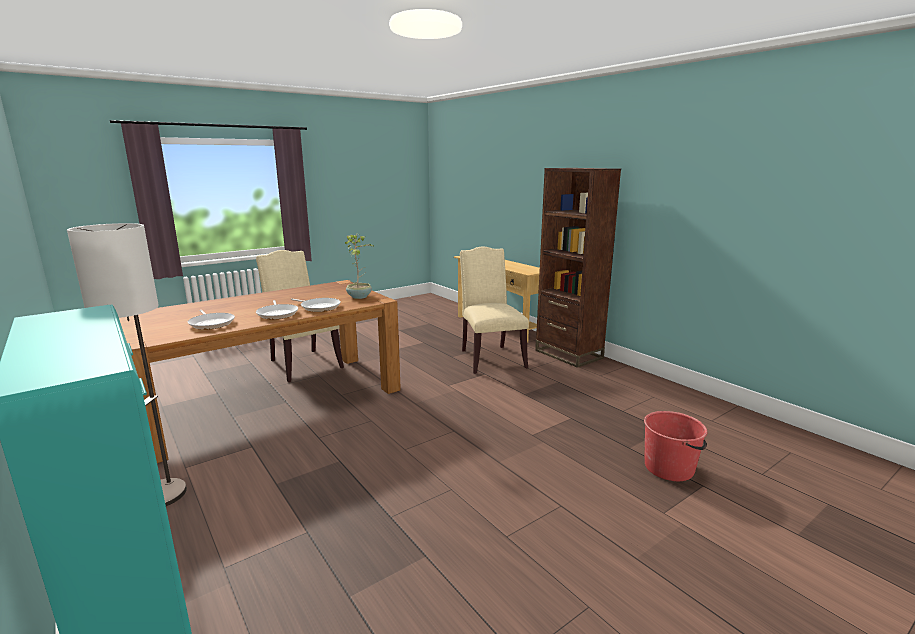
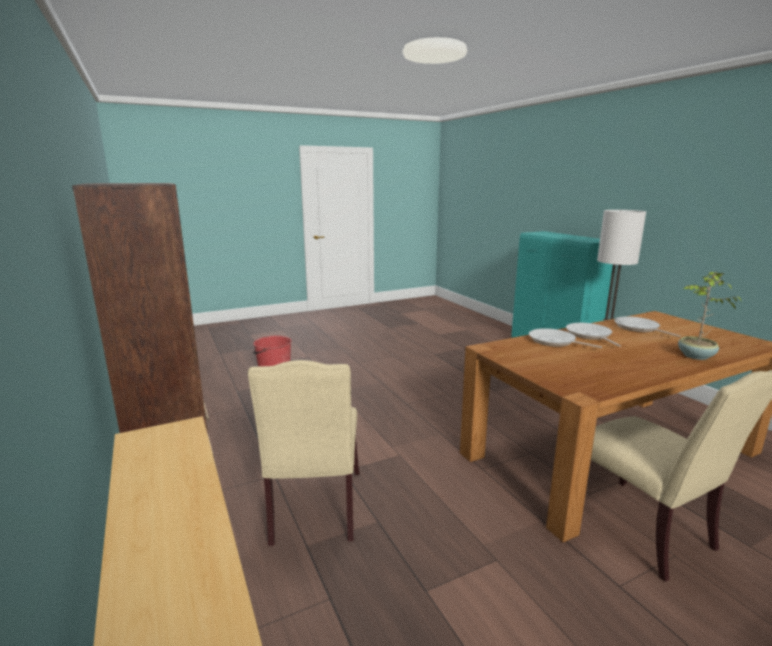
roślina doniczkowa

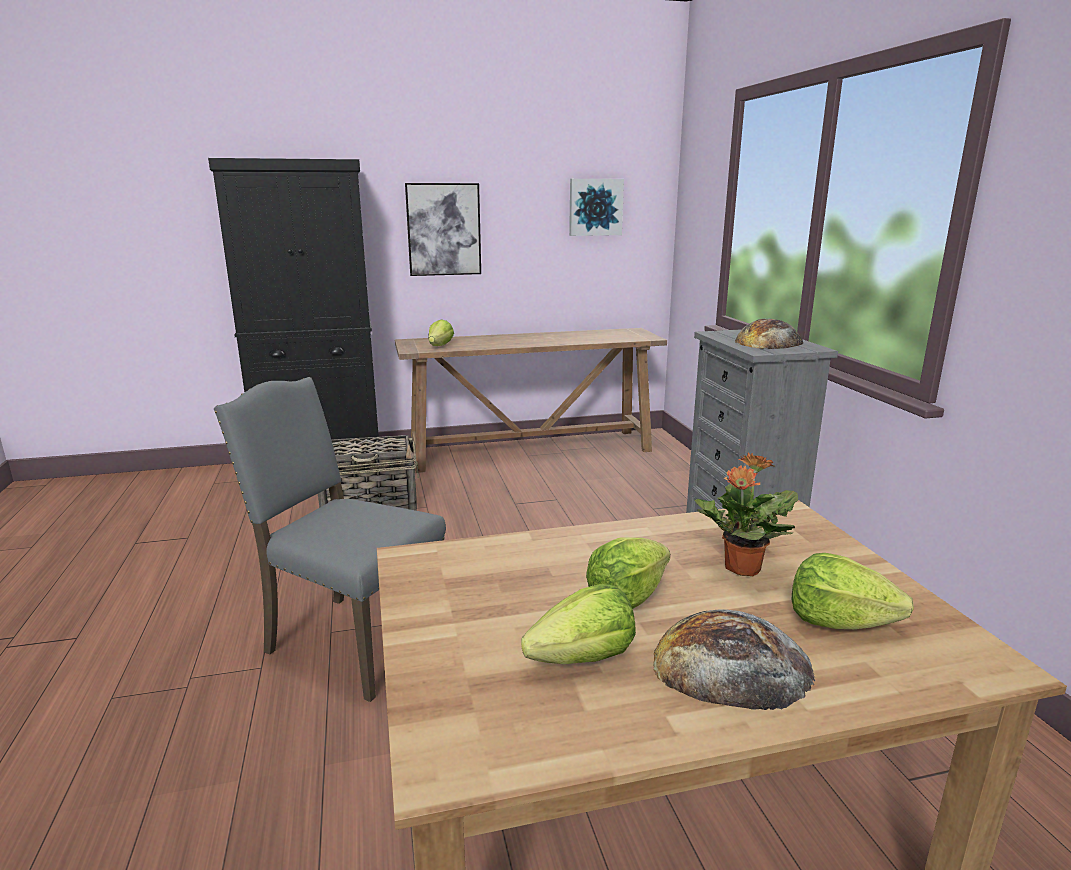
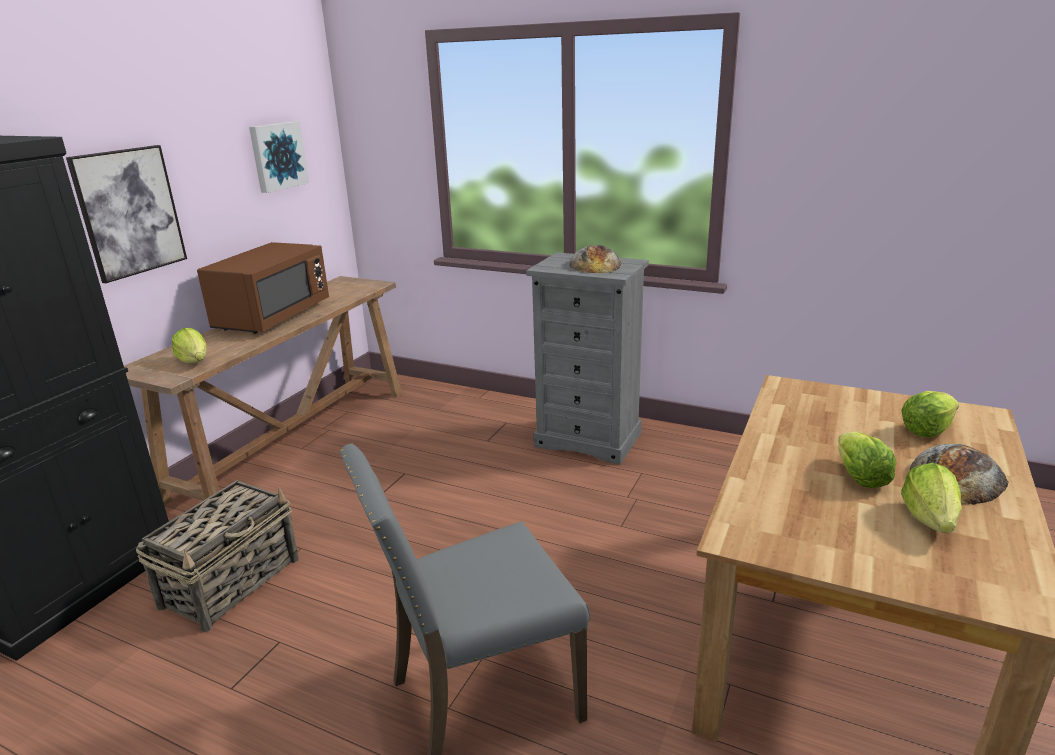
roślina doniczkowa
mikrofalówka [brązowy]

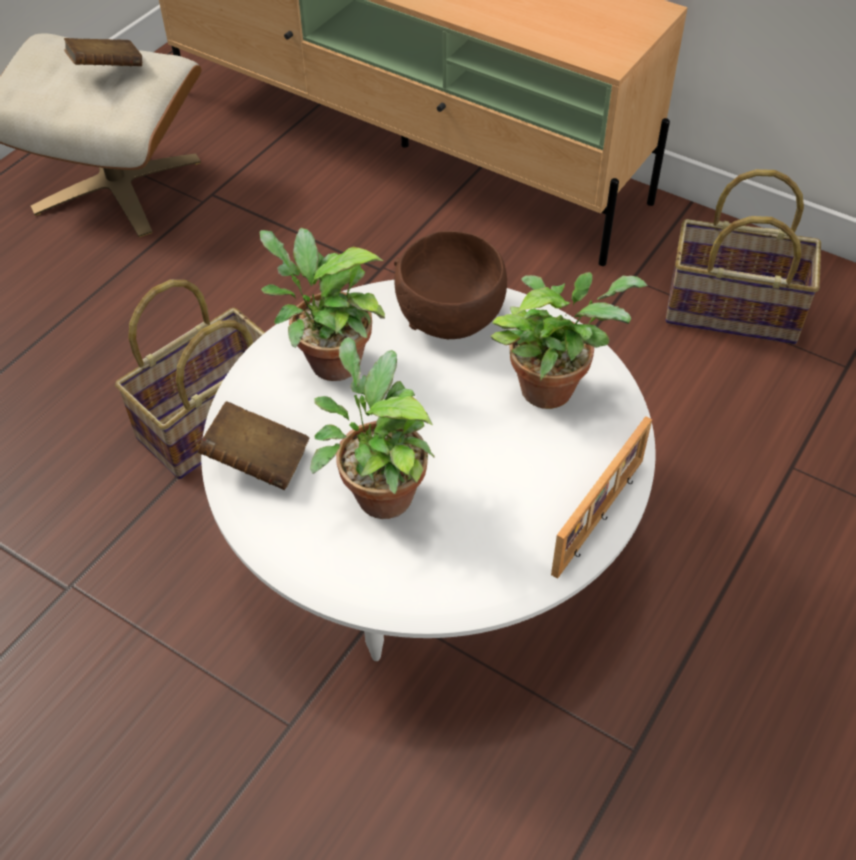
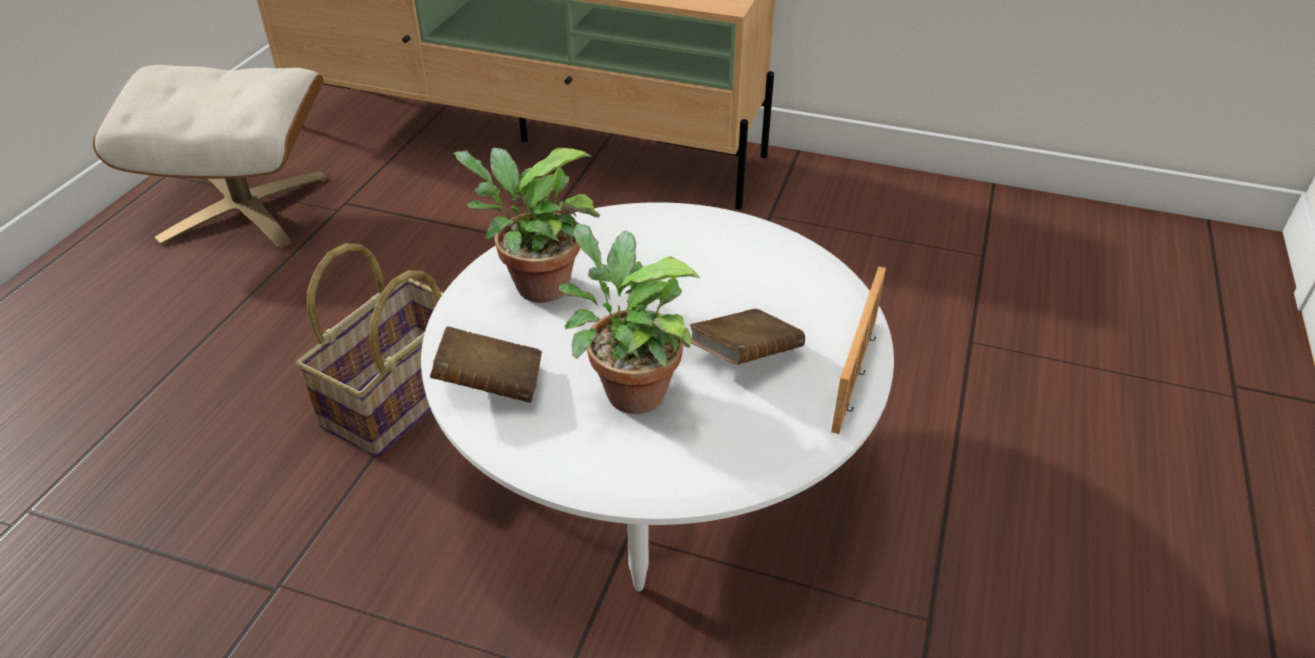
książka [brązowy] (no. 2 from left)
koszyk (no. 2 from left in the first image)
miska [brązowy]
roślina doniczkowa (no. 3 from left in the first image)

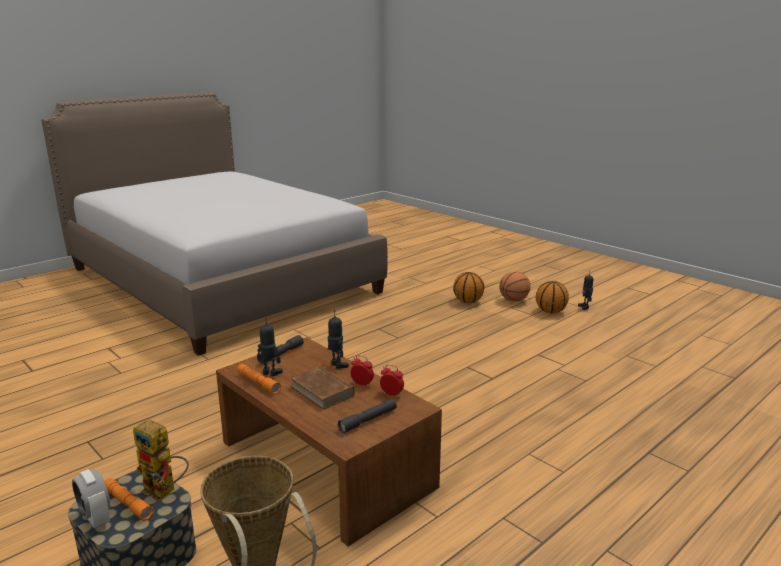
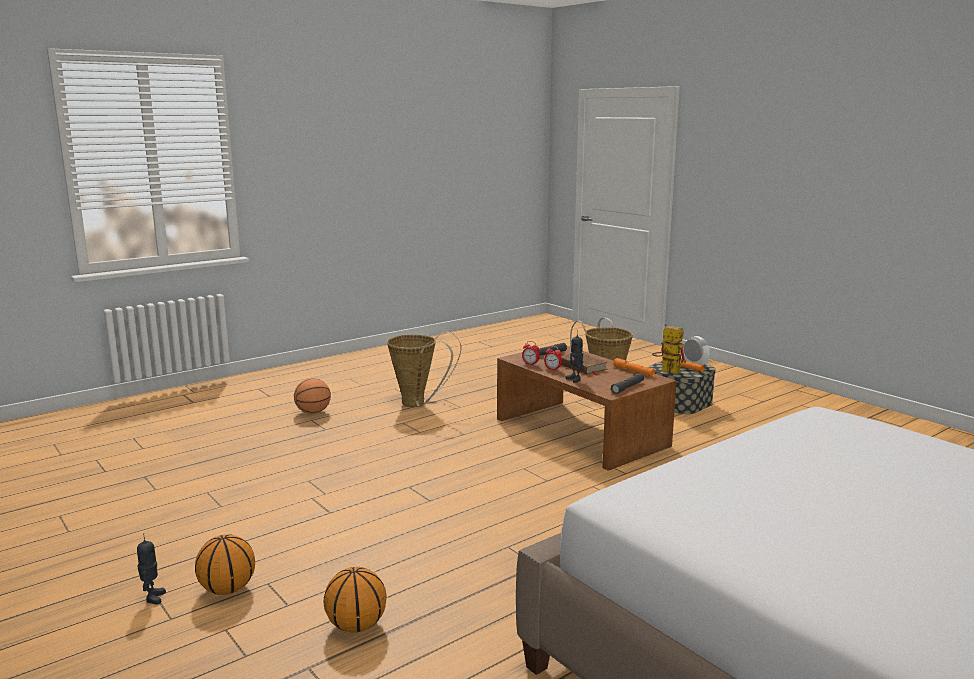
piłka do koszykówki (no. 2 from left)
robot zabawkowy (no. 2 from left in the first image)
koszyk (no. 1 from left)

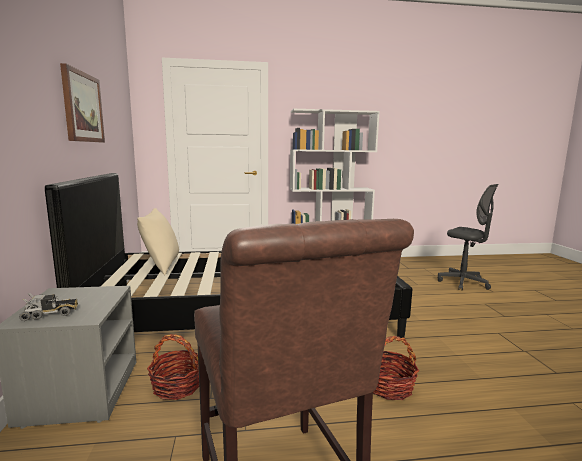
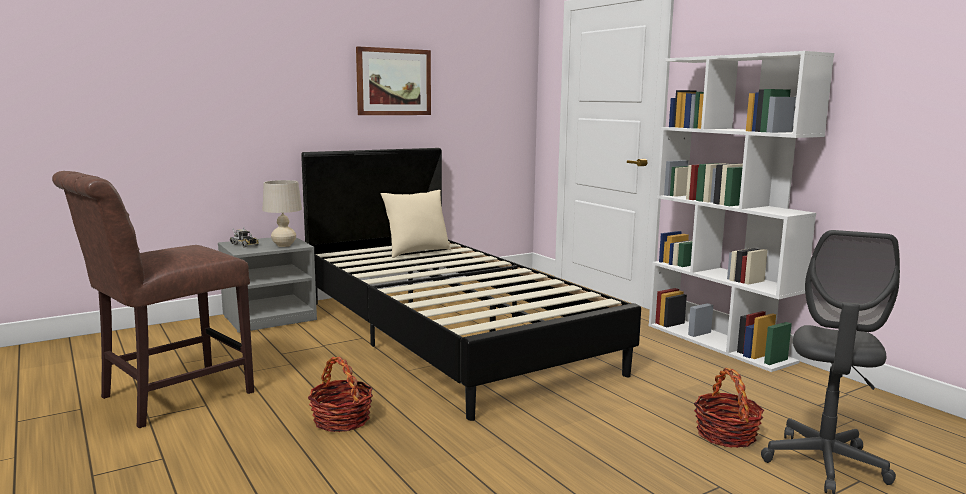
koszyk (no. 2 from left)
lampa stołowa [beżowy]

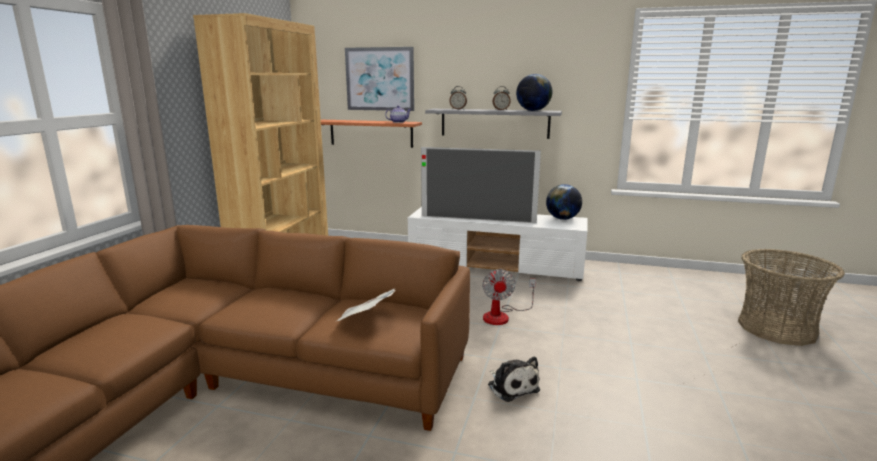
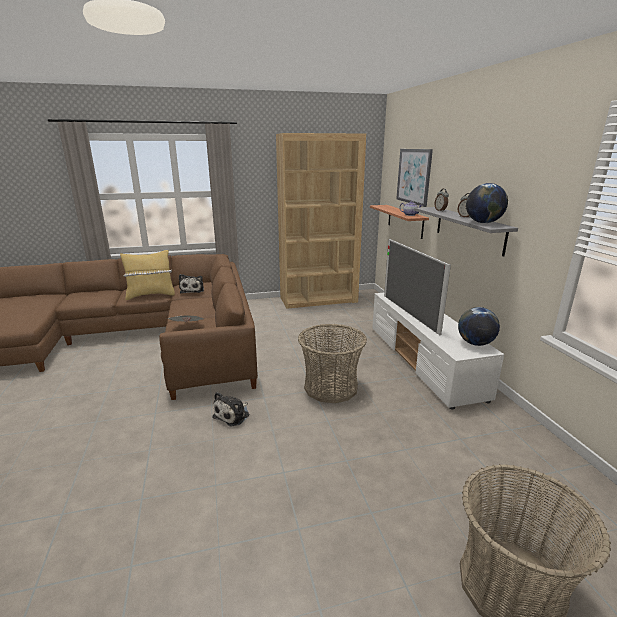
koszyk (no. 1 from left)
poduszka [żółty]
pluszak (no. 1 from left)

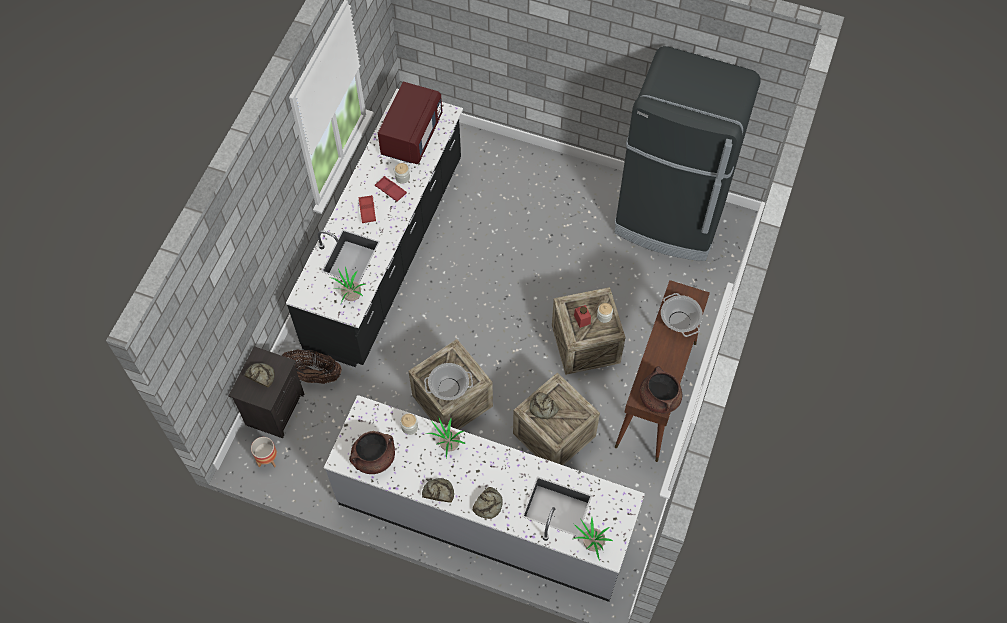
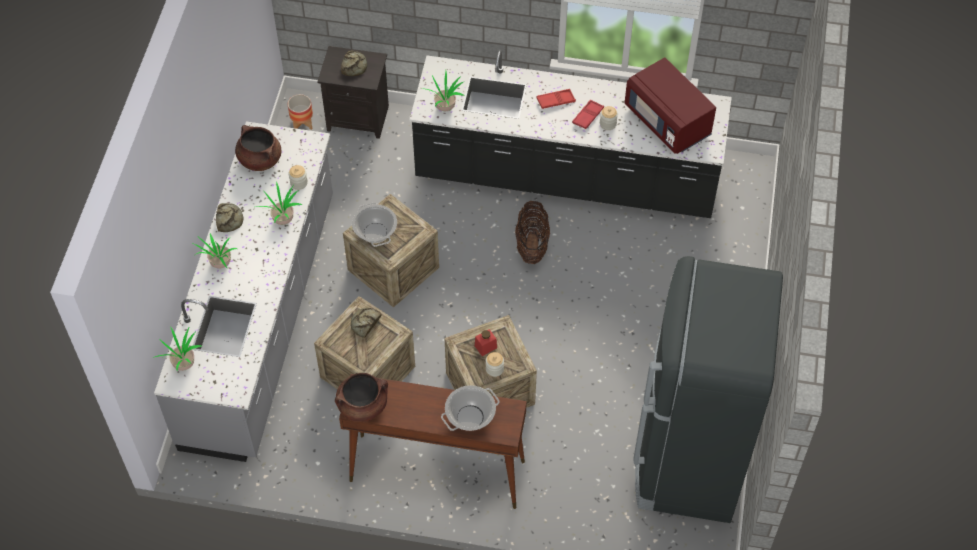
mikrofalówka [czerwony]
koszyk
roślina doniczkowa (no. 2 from left)

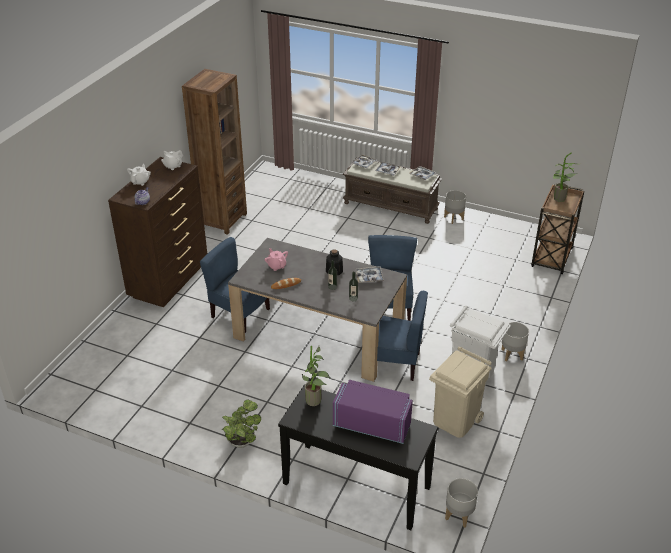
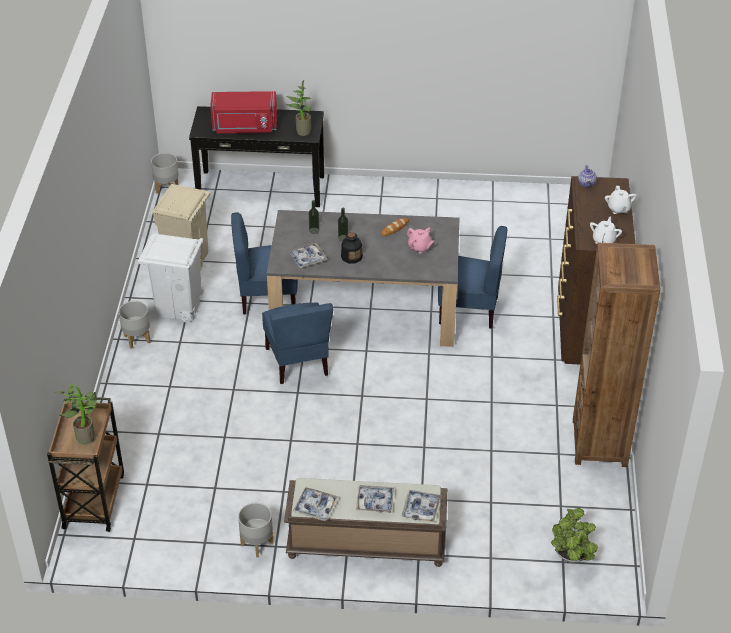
mikrofalówka [czerwony]
roślina doniczkowa (no. 3 from left)

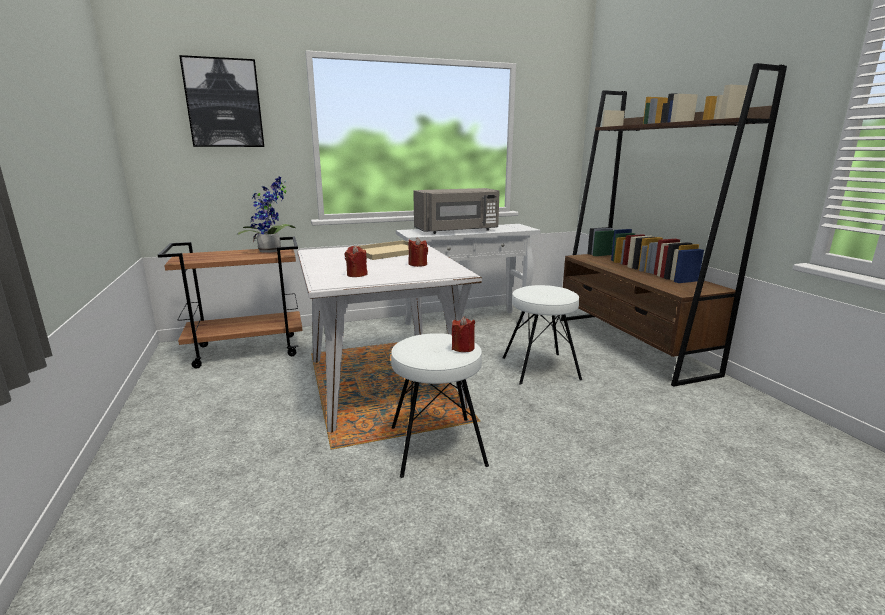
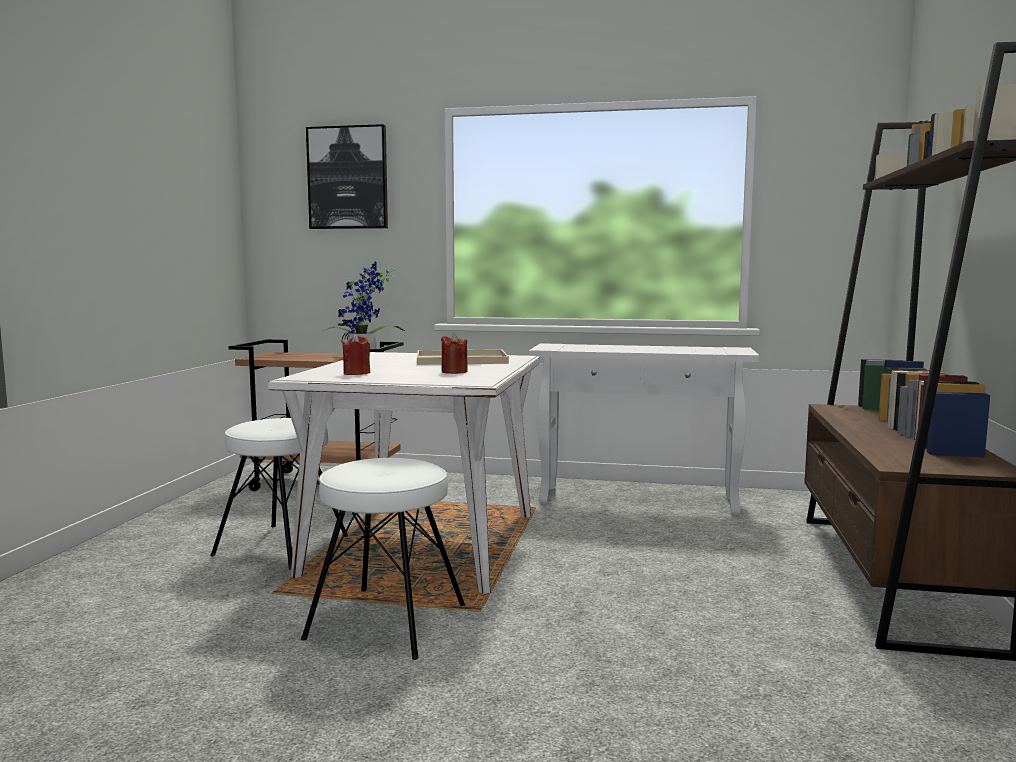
mikrofalówka [szary]
stołek [biały] (no. 1 from left)
świeca [czerwony] (no. 3 from left in the first image)

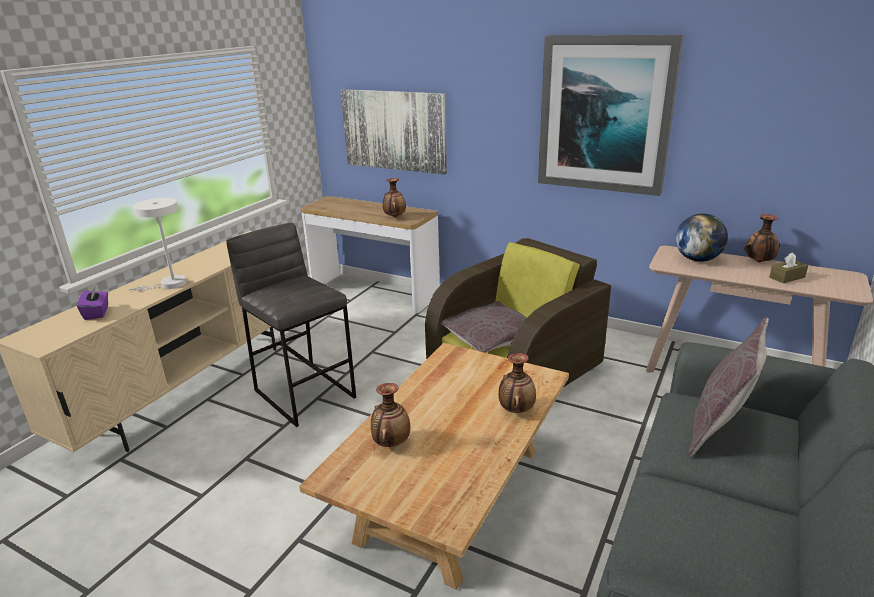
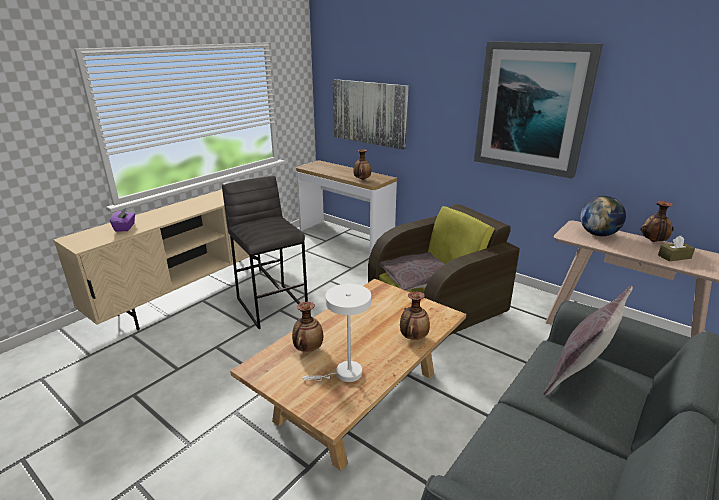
lampa stołowa [biały]

